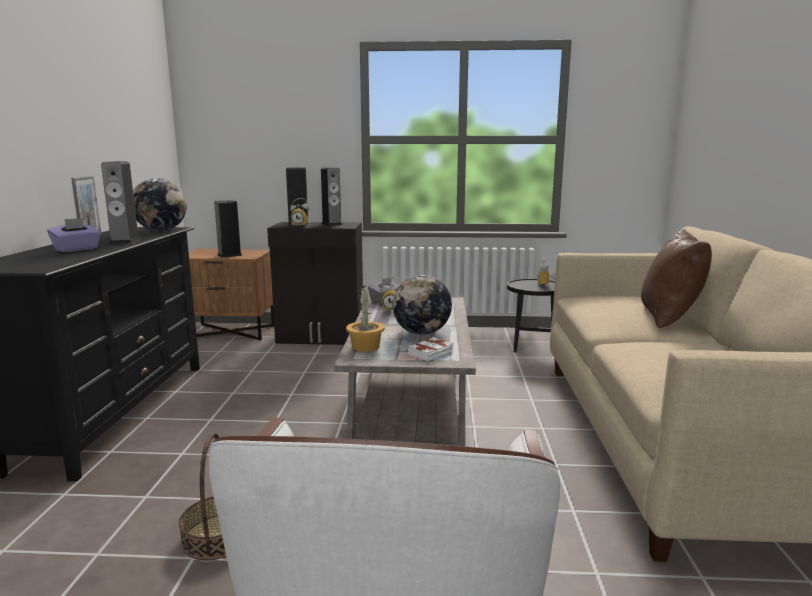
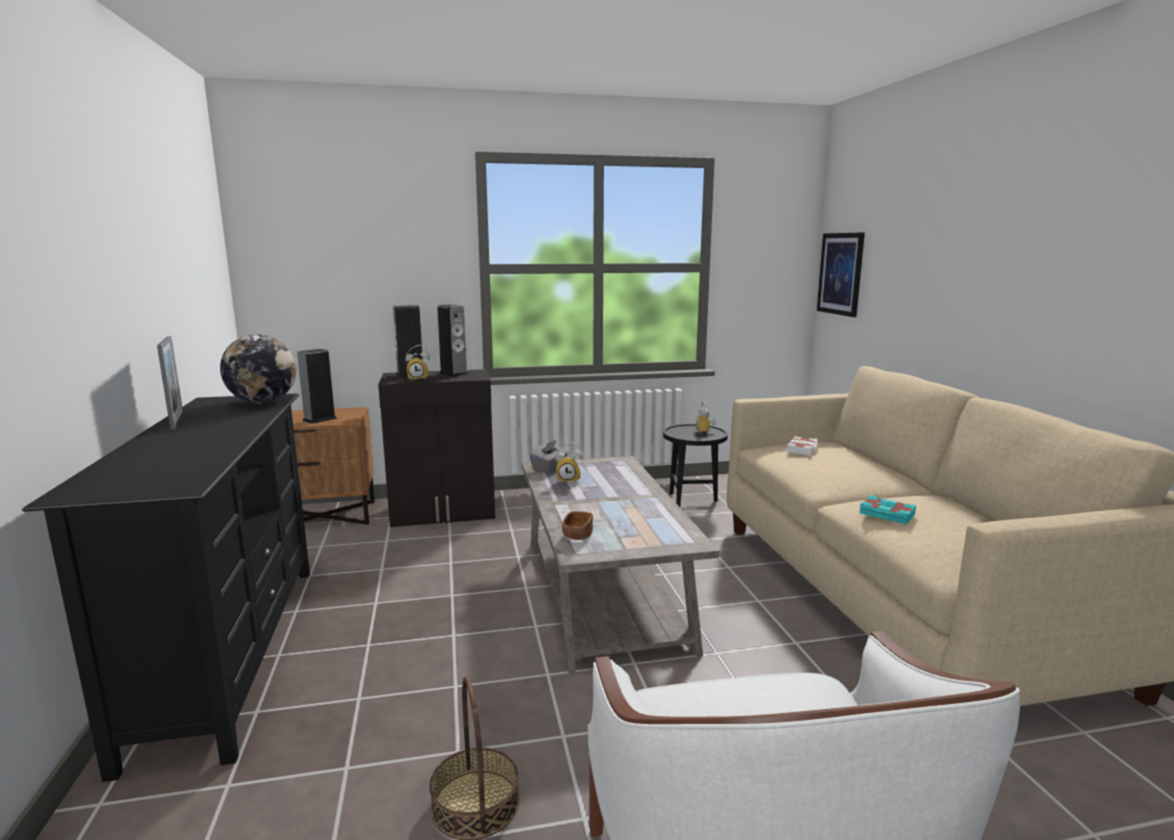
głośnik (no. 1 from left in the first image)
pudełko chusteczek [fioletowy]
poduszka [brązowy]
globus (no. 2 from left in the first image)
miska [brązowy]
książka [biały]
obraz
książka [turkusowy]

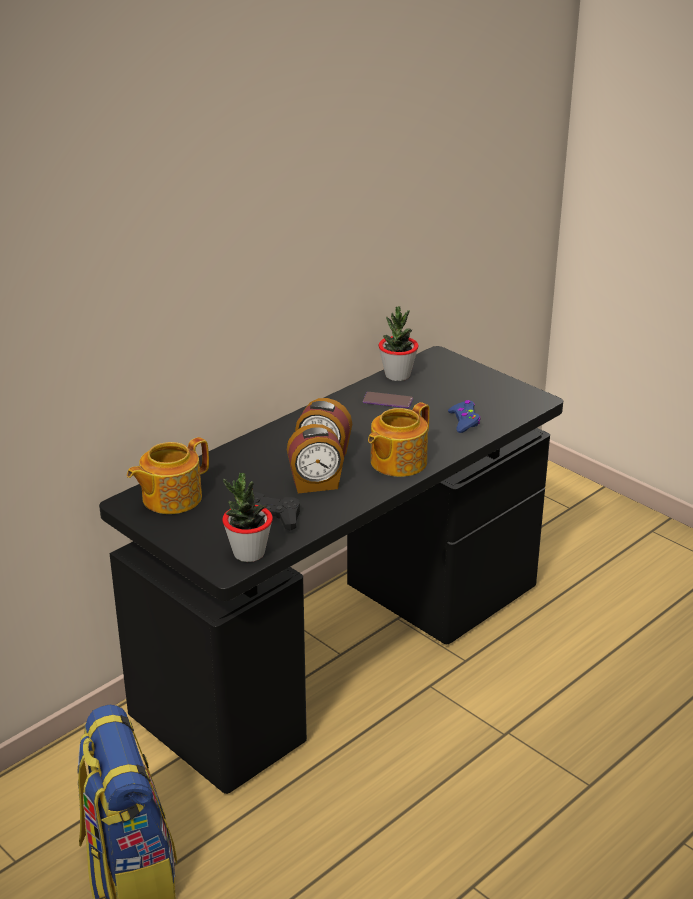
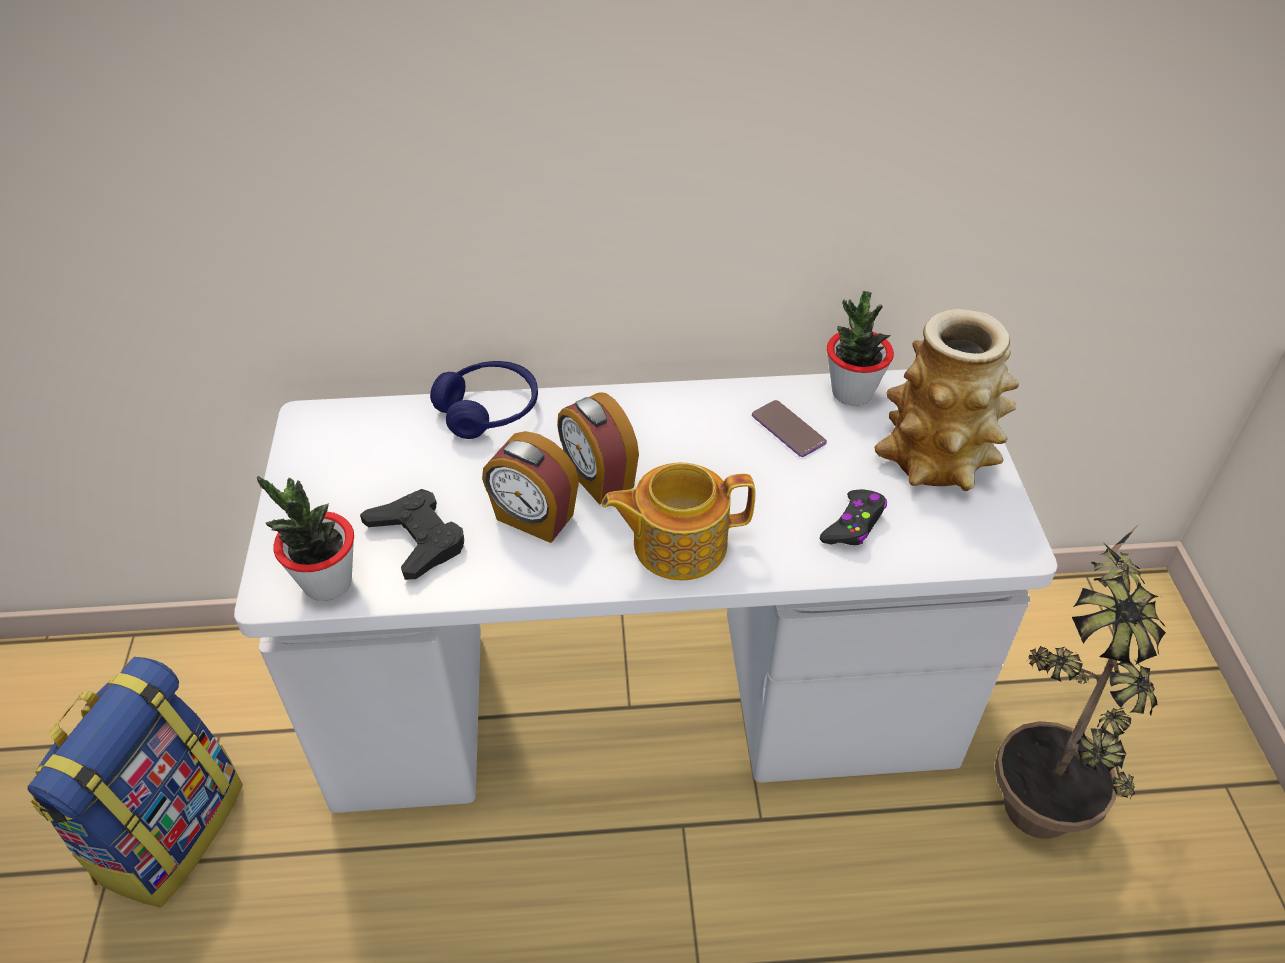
biurko [biały]
pad do gier [czarny] (no. 2 from left)
imbryk (no. 1 from left in the first image)
wazon
słuchawki [niebieski]
roślina doniczkowa (no. 3 from left)

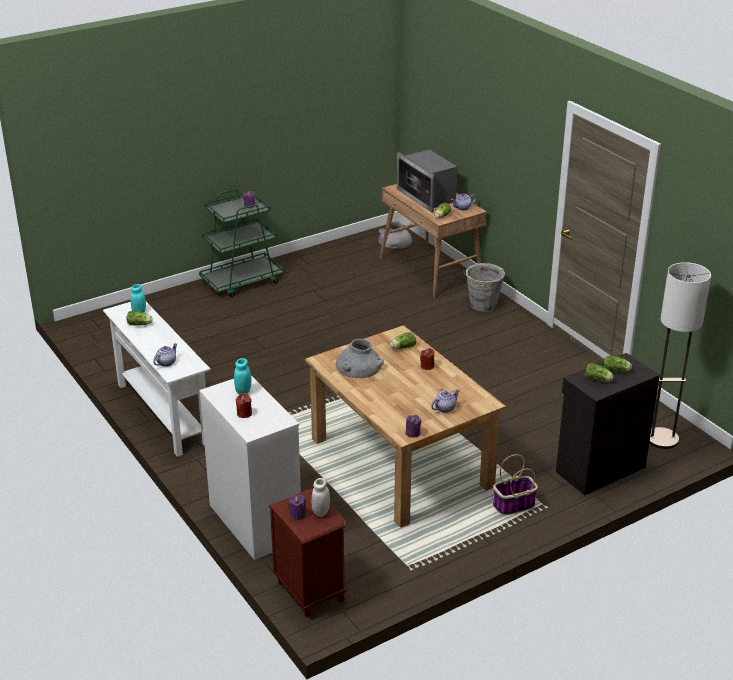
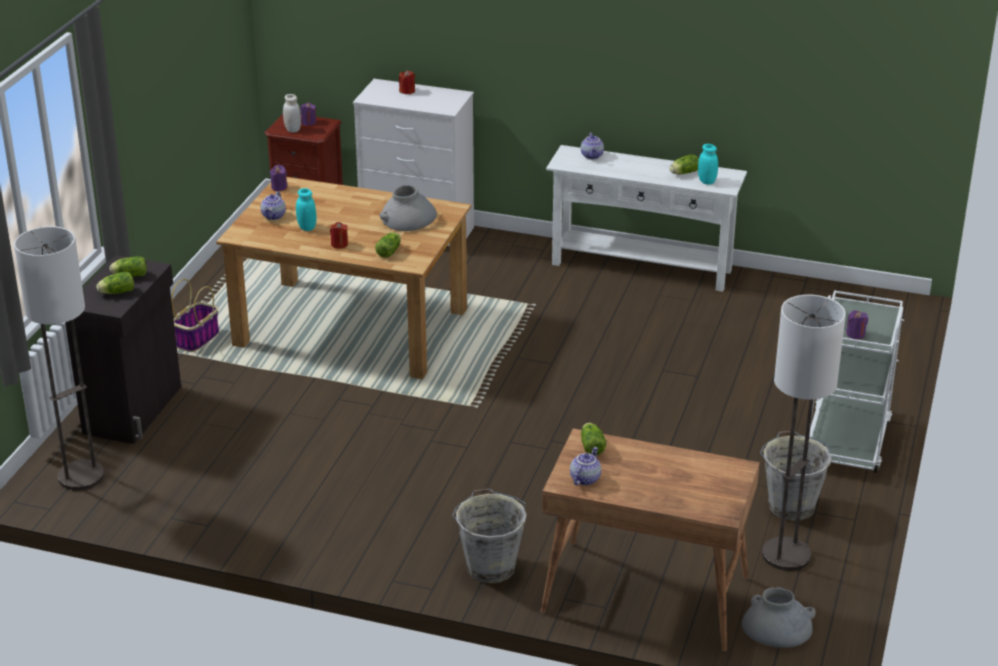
mikrofalówka
wózek [biały]
słoik [turkusowy] (no. 1 from left)
lampa stojąca (no. 2 from left)
wiadro [szary] (no. 2 from left)

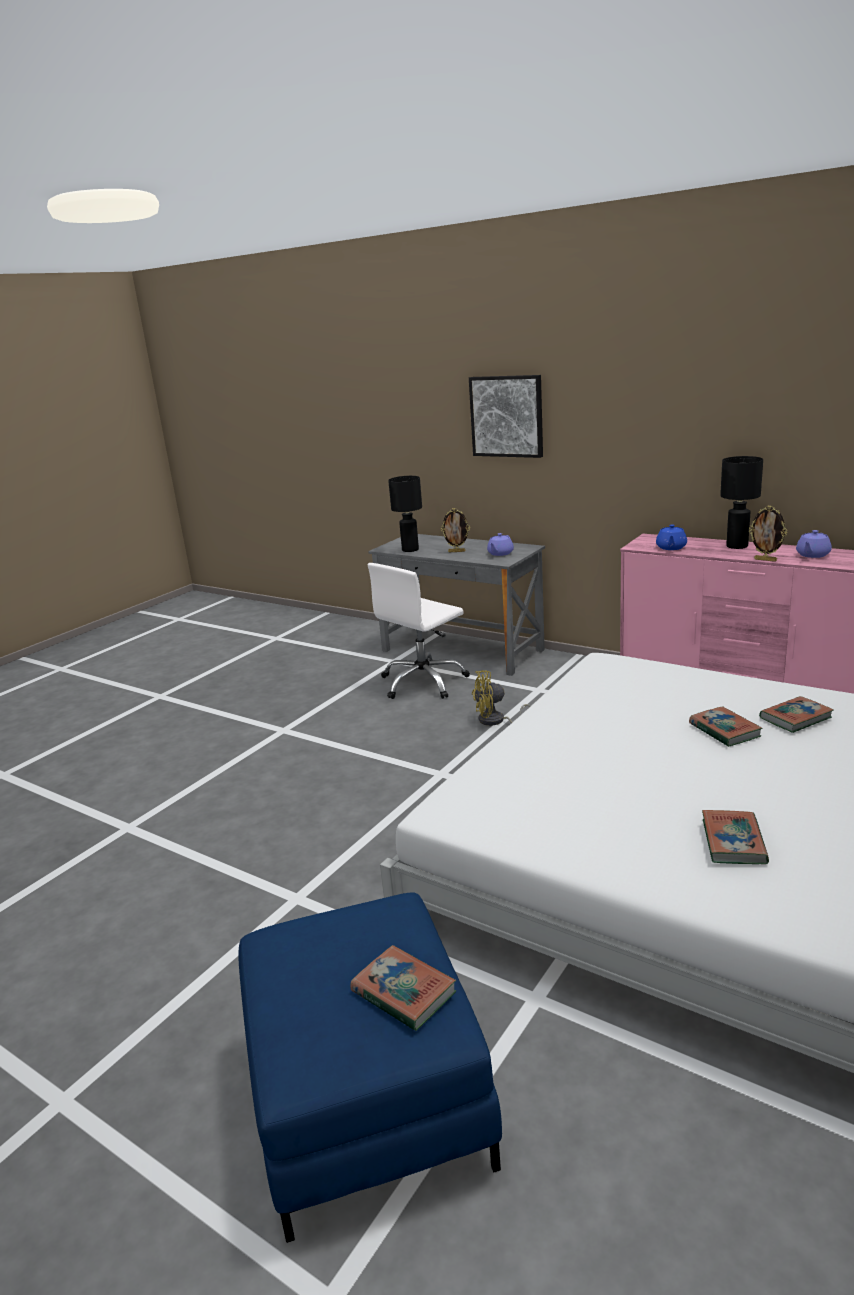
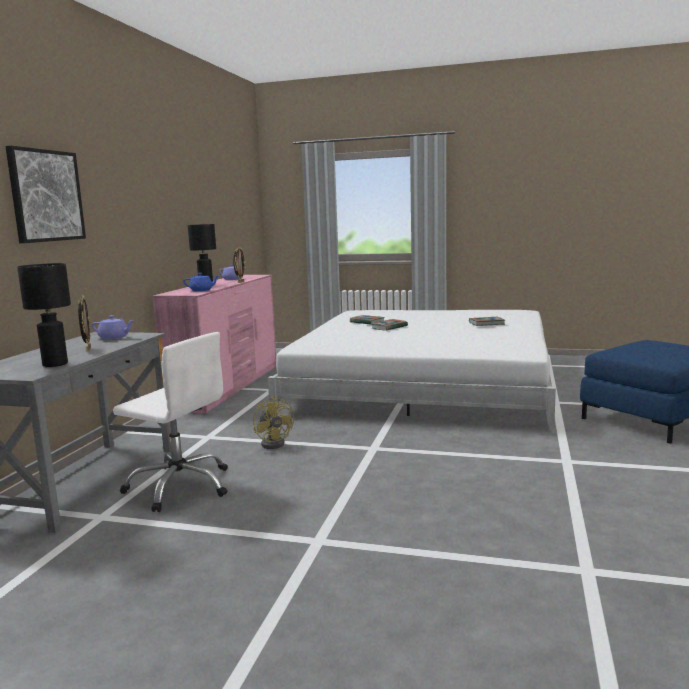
książka (no. 1 from left in the first image)

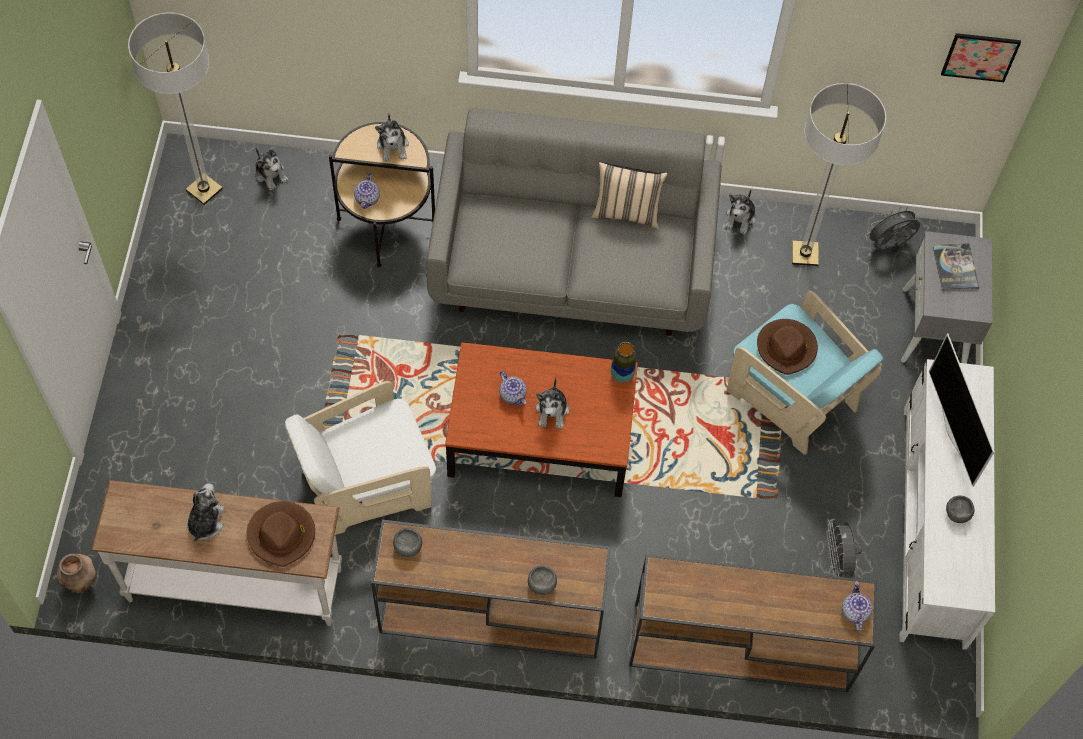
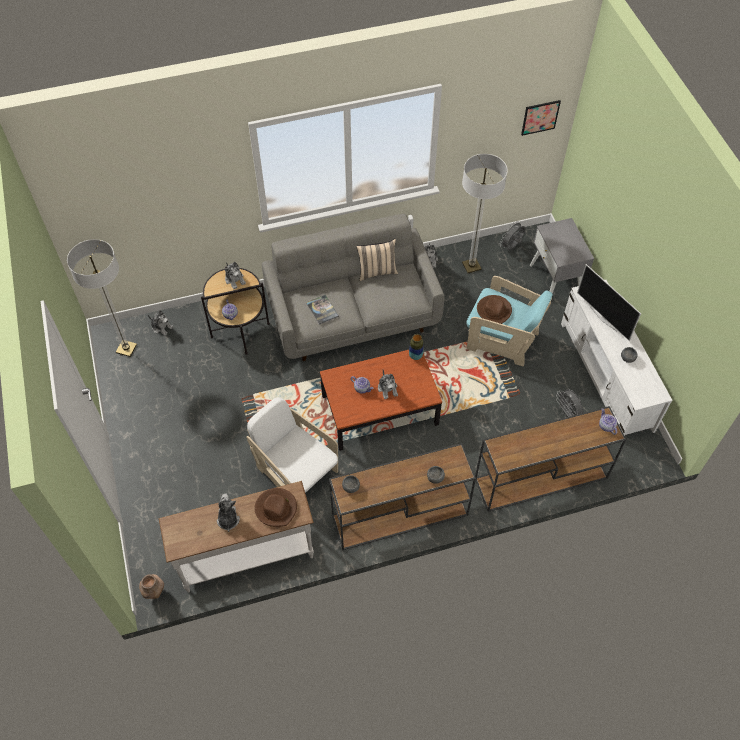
książka
fotel [biały]

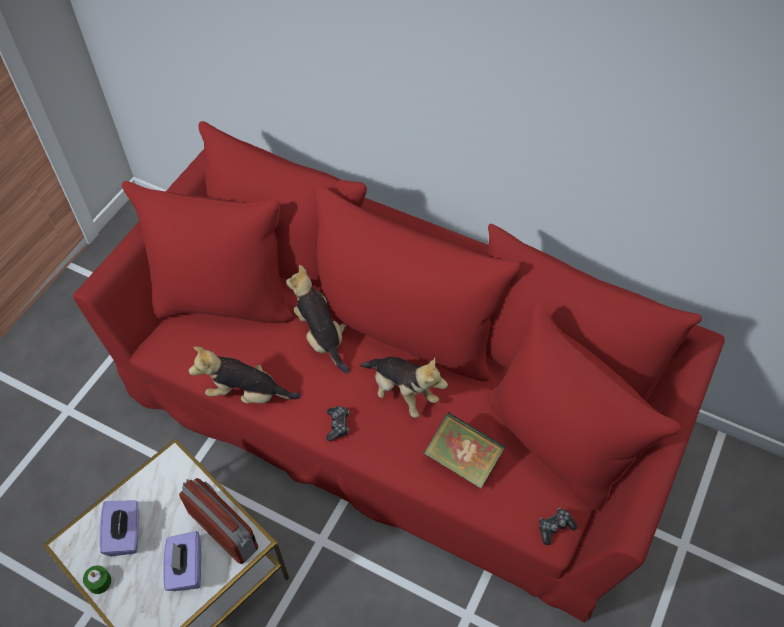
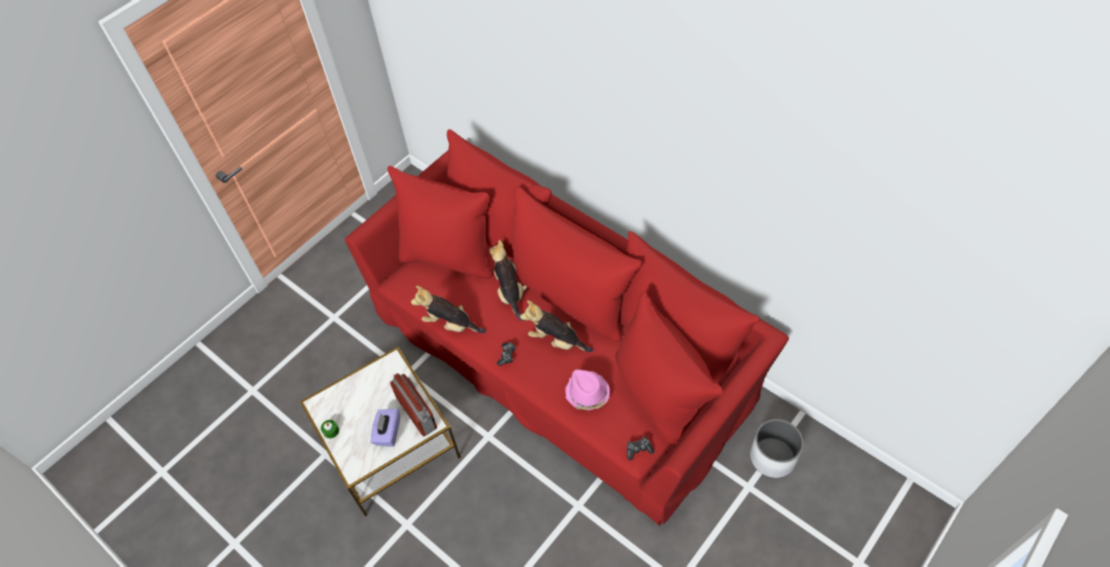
pluszak (no. 3 from left)
kapelusz [różowy]
pudełko chusteczek [fioletowy] (no. 1 from left in the first image)
donica [biały]

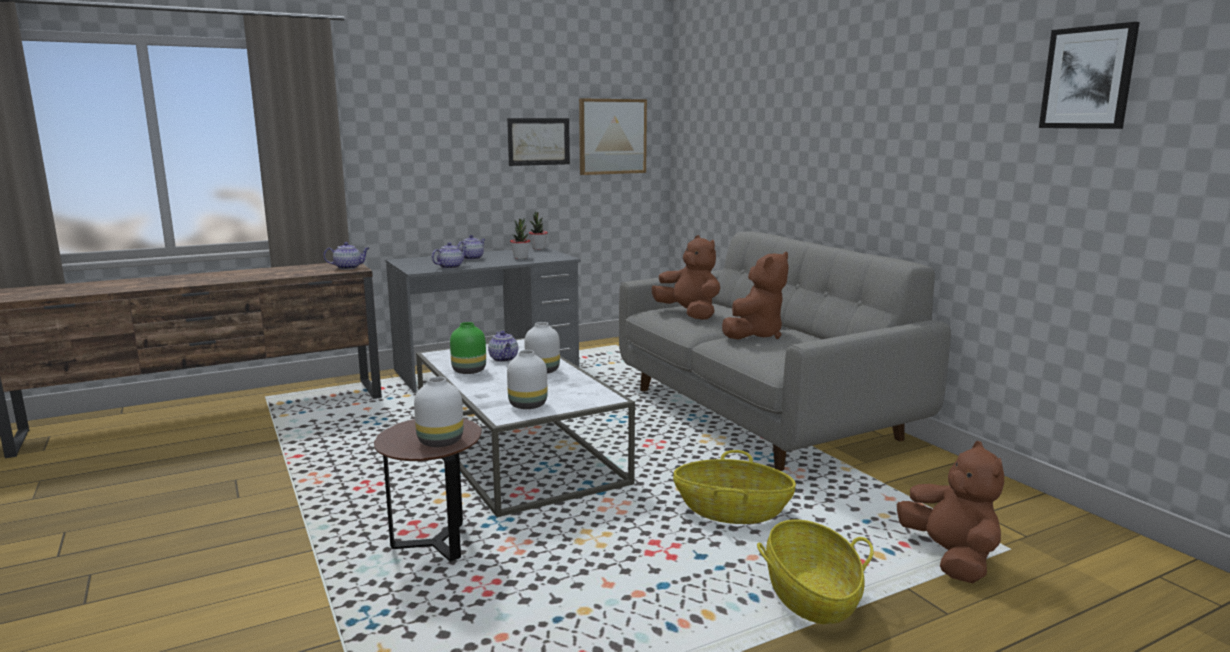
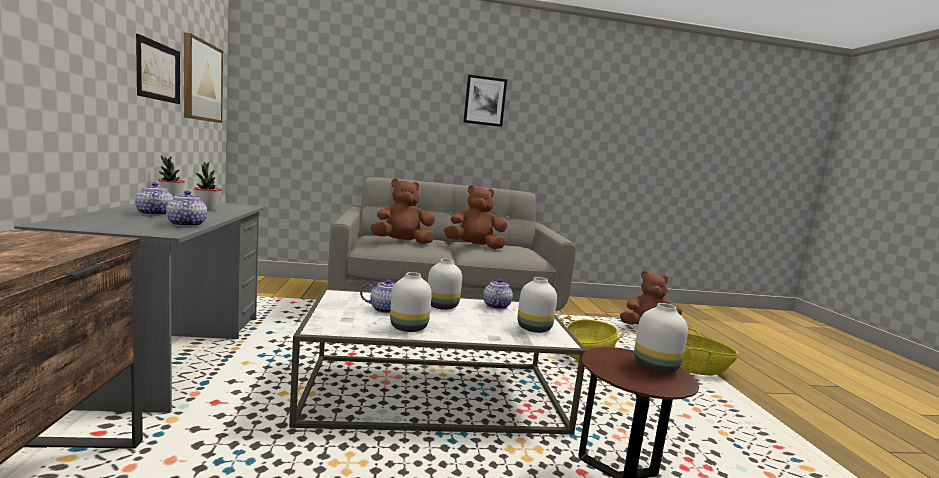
obraz (no. 3 from left)
imbryk (no. 4 from left)
pluszak [brązowy] (no. 2 from left)
wazon [biały] (no. 1 from left)

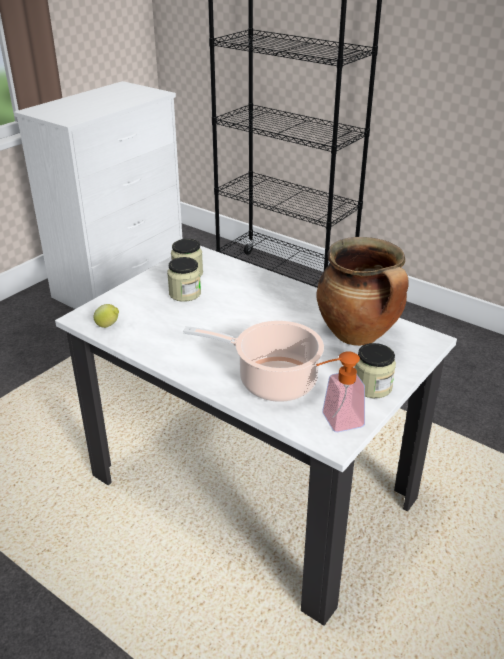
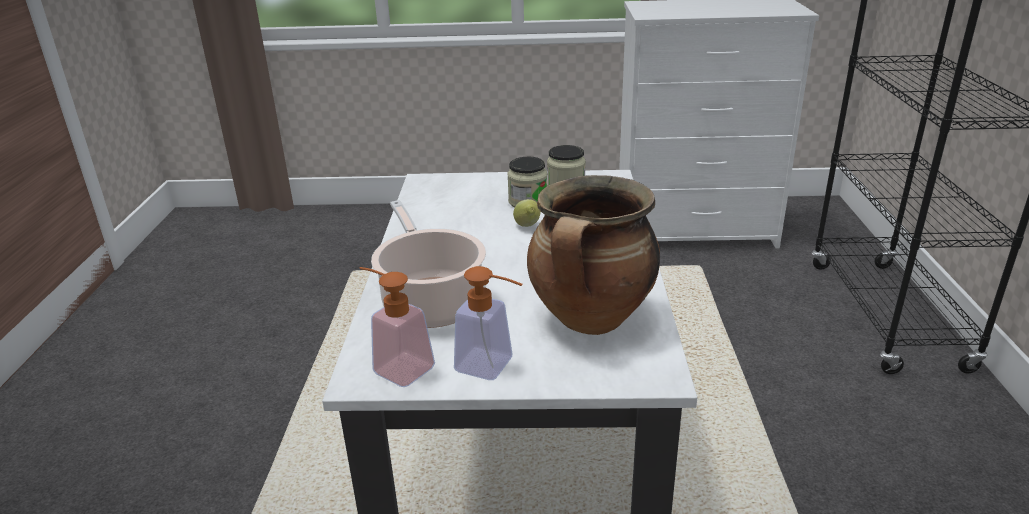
cytryna
dozownik mydła (no. 2 from left)

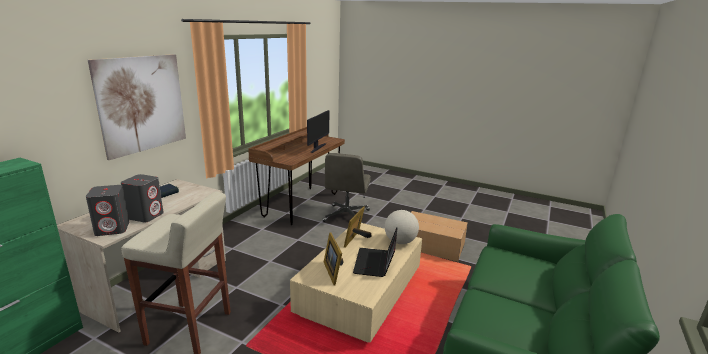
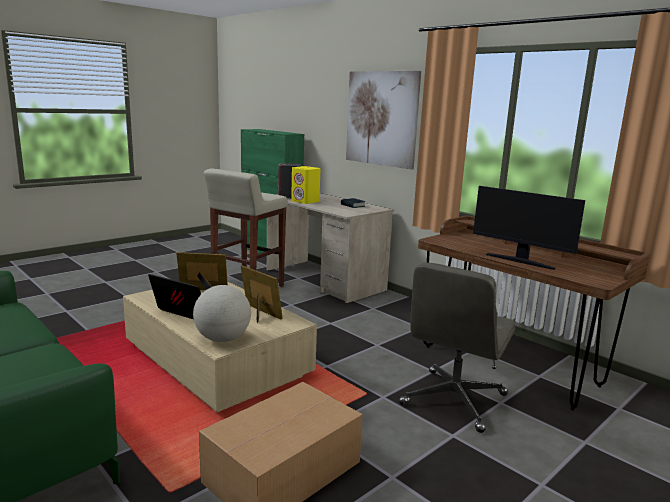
krzesło biurowe [szary]
głośnik [żółty]

